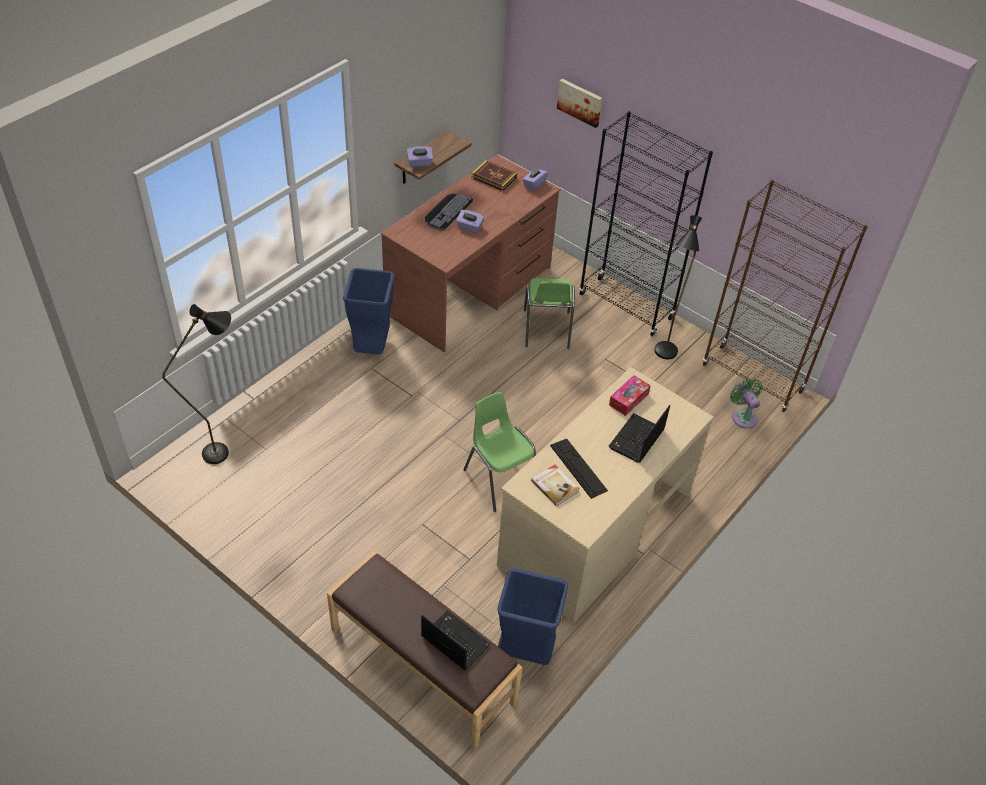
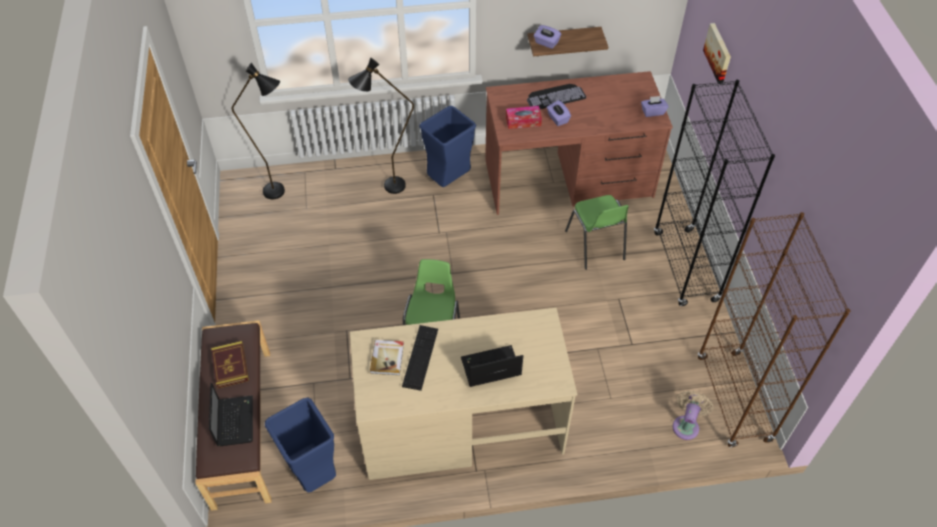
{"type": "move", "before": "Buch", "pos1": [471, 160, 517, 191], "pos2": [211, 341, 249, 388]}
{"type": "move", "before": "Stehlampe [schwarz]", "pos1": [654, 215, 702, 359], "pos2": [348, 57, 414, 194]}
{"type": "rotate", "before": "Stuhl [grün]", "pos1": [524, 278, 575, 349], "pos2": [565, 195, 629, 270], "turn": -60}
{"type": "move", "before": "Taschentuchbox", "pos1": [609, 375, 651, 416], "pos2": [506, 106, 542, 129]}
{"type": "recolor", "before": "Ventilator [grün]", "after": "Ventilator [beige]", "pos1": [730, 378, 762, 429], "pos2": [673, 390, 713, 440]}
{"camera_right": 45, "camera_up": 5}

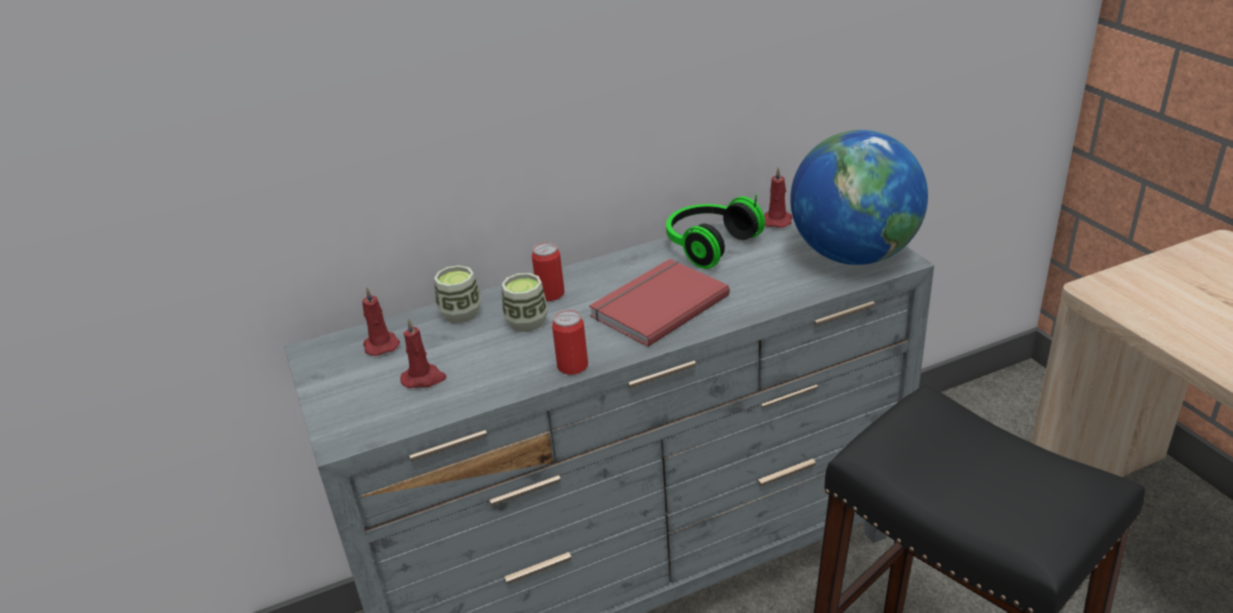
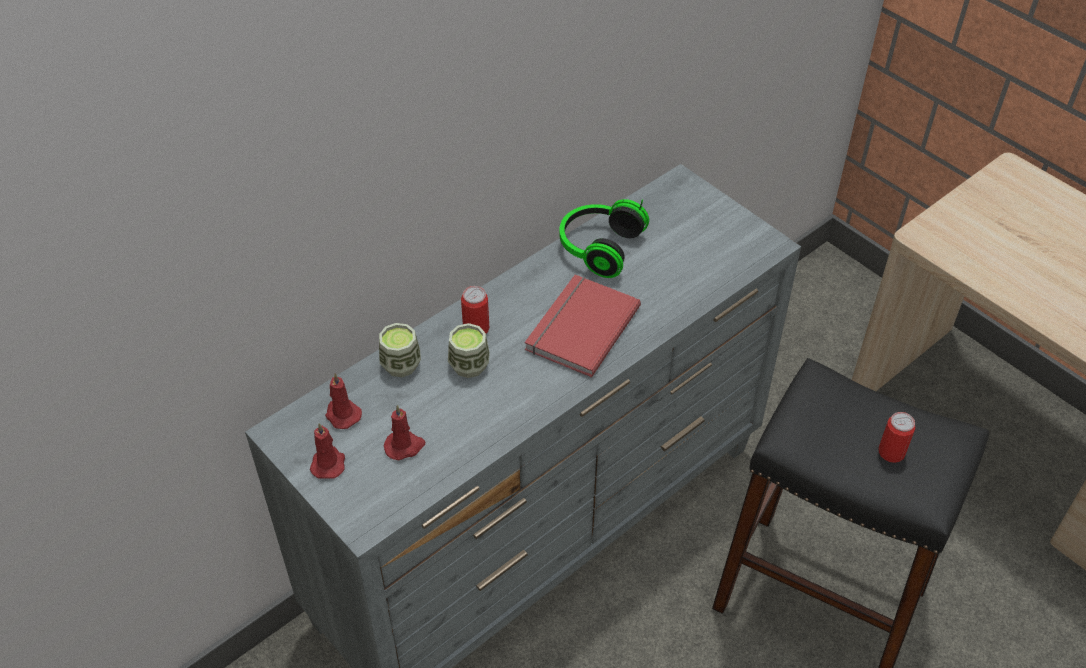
{"type": "delete", "before": "Globus", "pos1": [790, 130, 928, 265]}
{"type": "move", "before": "Kerze [rot]", "pos1": [764, 167, 792, 228], "pos2": [310, 423, 345, 479]}
{"type": "move", "before": "Dose", "pos1": [552, 310, 588, 375], "pos2": [878, 412, 915, 463]}
{"camera_right": -20, "camera_up": 15}

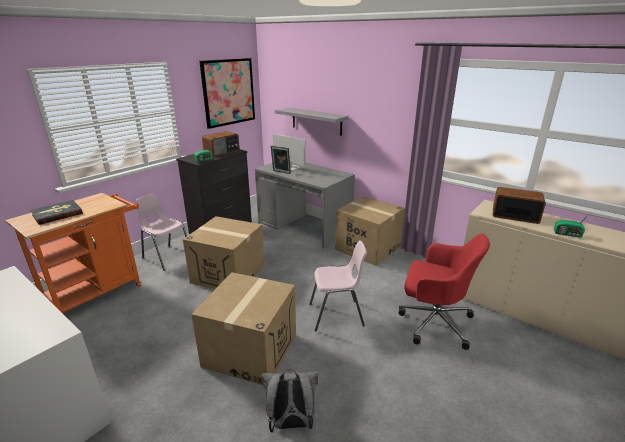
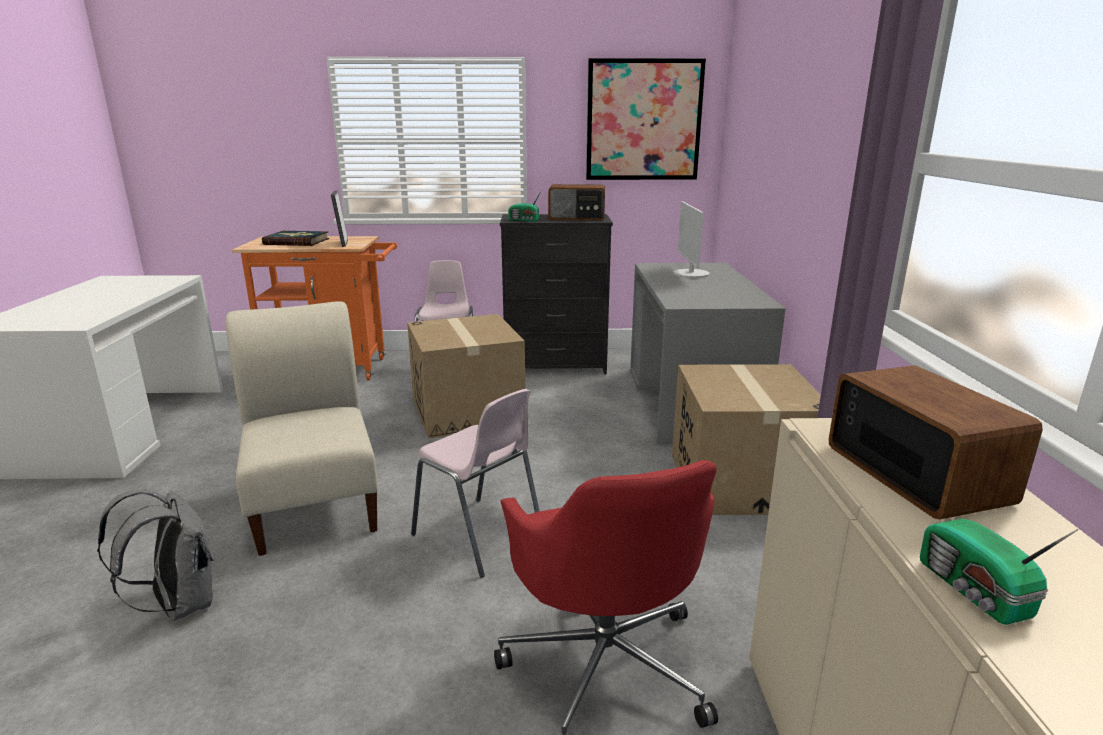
{"type": "delete", "before": "Wandregal [grau]", "pos1": [275, 107, 349, 136]}
{"type": "move", "before": "Bilderrahmen", "pos1": [271, 146, 291, 174], "pos2": [331, 190, 348, 247]}
{"type": "replace", "before": "Karton", "after": "Stuhl [beige]", "pos1": [191, 272, 296, 385], "pos2": [225, 301, 378, 556]}
{"camera_right": 50, "camera_up": -5}

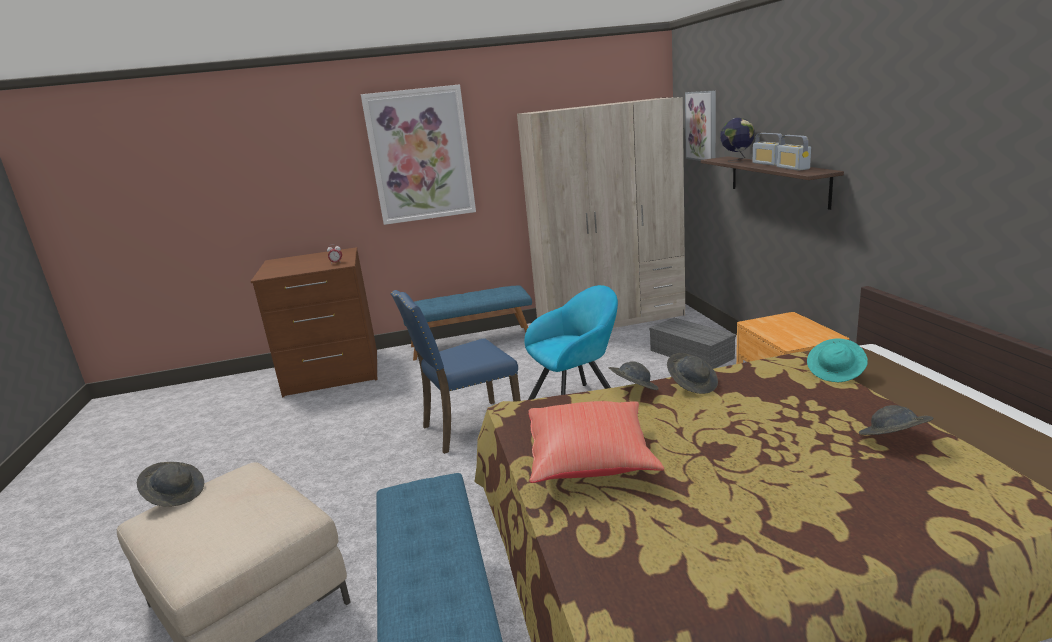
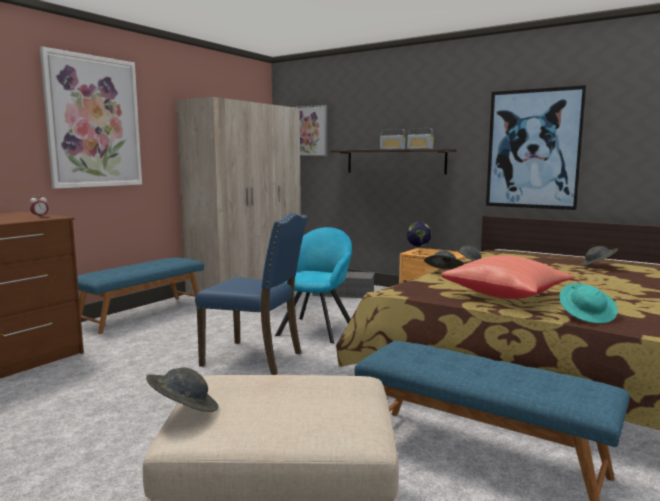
{"type": "move", "before": "Globus", "pos1": [720, 118, 754, 163], "pos2": [406, 222, 432, 255]}
{"type": "rotate", "before": "Stuhl [blau]", "pos1": [391, 290, 521, 454], "pos2": [195, 213, 308, 375], "turn": -90}
{"type": "move", "before": "Hut [türkis]", "pos1": [807, 338, 868, 382], "pos2": [559, 283, 618, 323]}
{"type": "insert", "after": "Bild", "pos2": [486, 85, 586, 210]}
{"camera_right": -45, "camera_up": -10}

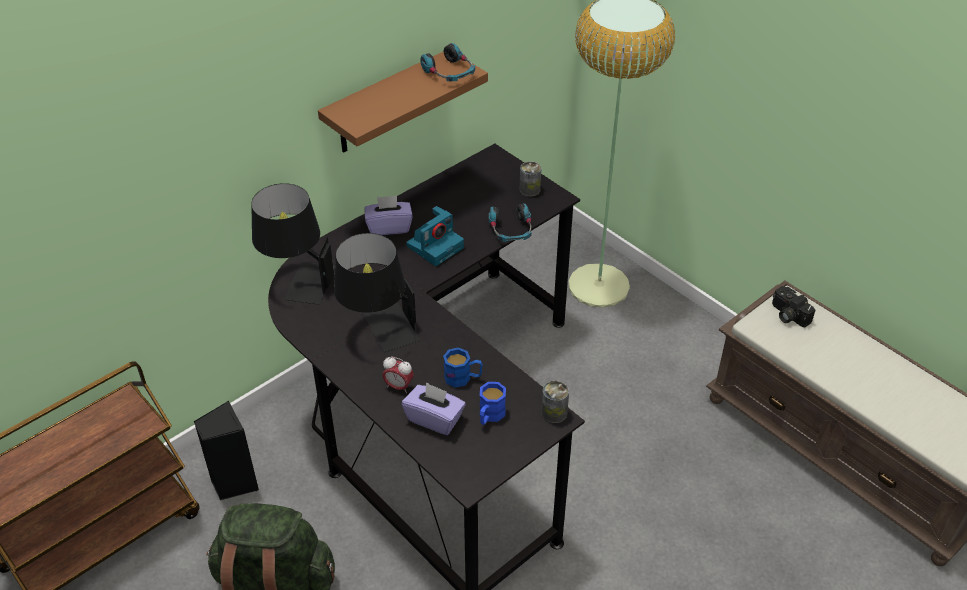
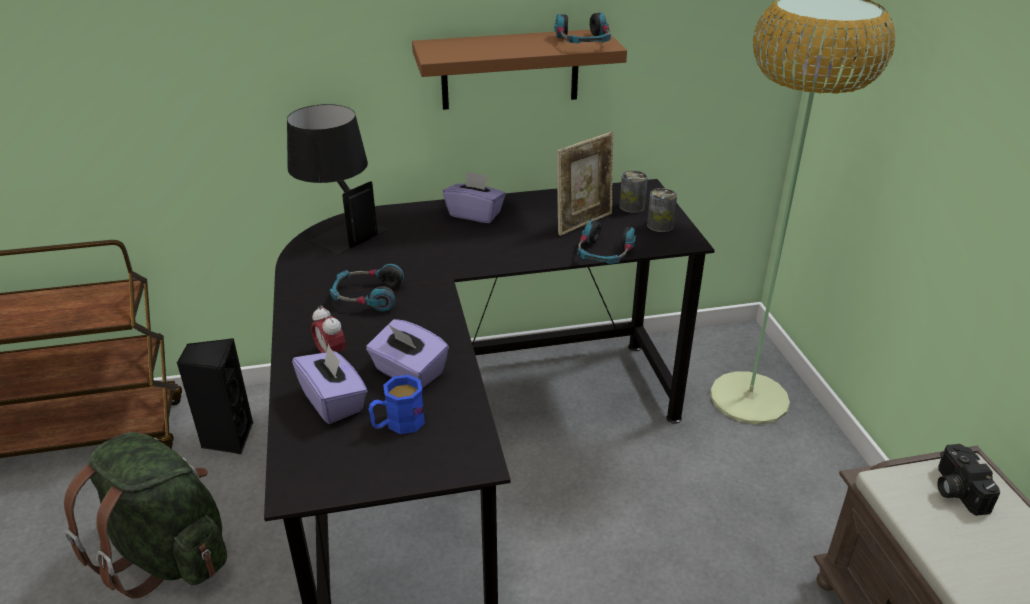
{"type": "delete", "before": "Kamera", "pos1": [406, 206, 464, 266]}
{"type": "replace", "before": "Tischlampe [schwarz]", "after": "Kopfhörer", "pos1": [334, 233, 420, 352], "pos2": [330, 264, 404, 312]}
{"type": "replace", "before": "Henkelbecher [blau]", "after": "Taschentuchbox [lila]", "pos1": [443, 347, 483, 388], "pos2": [366, 319, 449, 388]}
{"type": "move", "before": "Dose", "pos1": [541, 381, 569, 423], "pos2": [619, 171, 648, 213]}
{"type": "insert", "after": "Bilderrahmen", "pos2": [557, 132, 614, 236]}
{"camera_right": 30, "camera_up": -10}

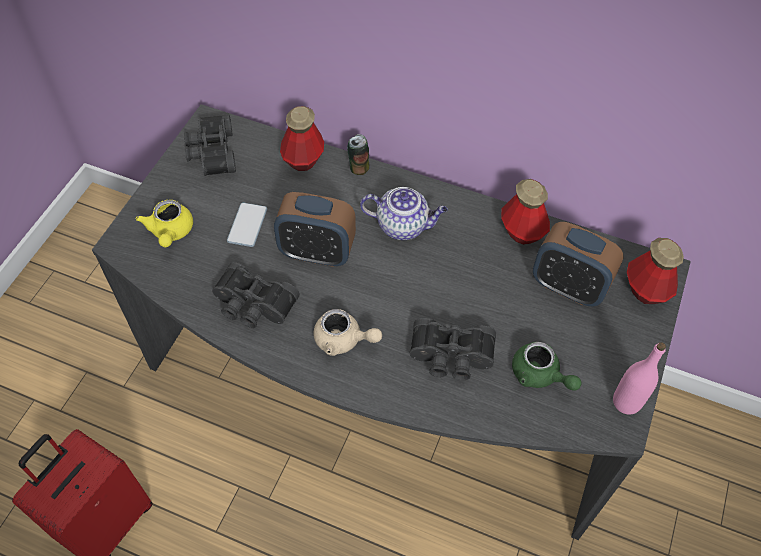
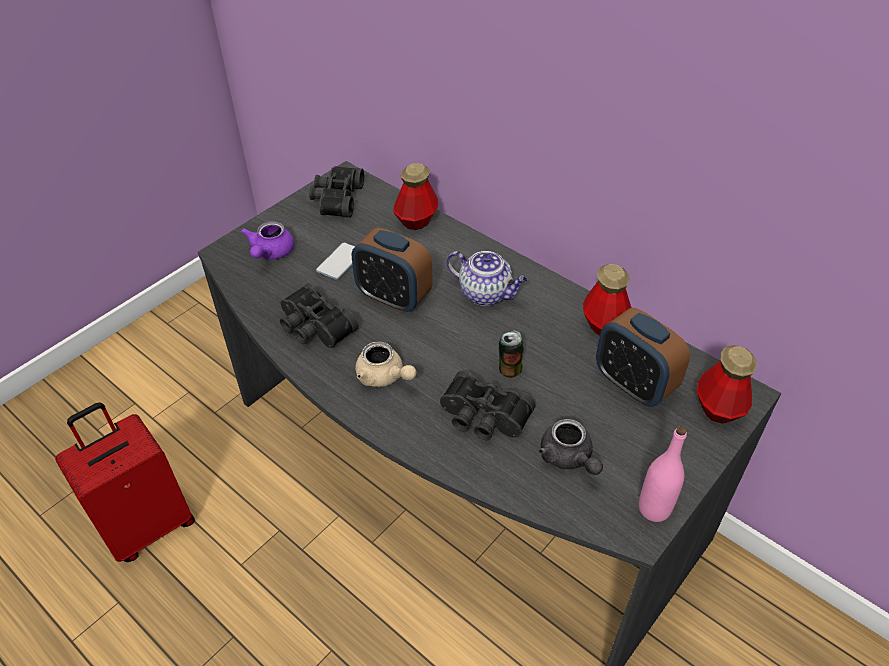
{"type": "move", "before": "Dose", "pos1": [347, 134, 369, 175], "pos2": [499, 330, 523, 378]}
{"type": "recolor", "before": "Teekanne [gelb]", "after": "Teekanne [lila]", "pos1": [136, 200, 193, 247], "pos2": [241, 221, 294, 259]}
{"type": "recolor", "before": "Teekanne [grün]", "after": "Teekanne [grau]", "pos1": [512, 342, 582, 390], "pos2": [539, 419, 603, 475]}
{"camera_right": 20, "camera_up": -10}

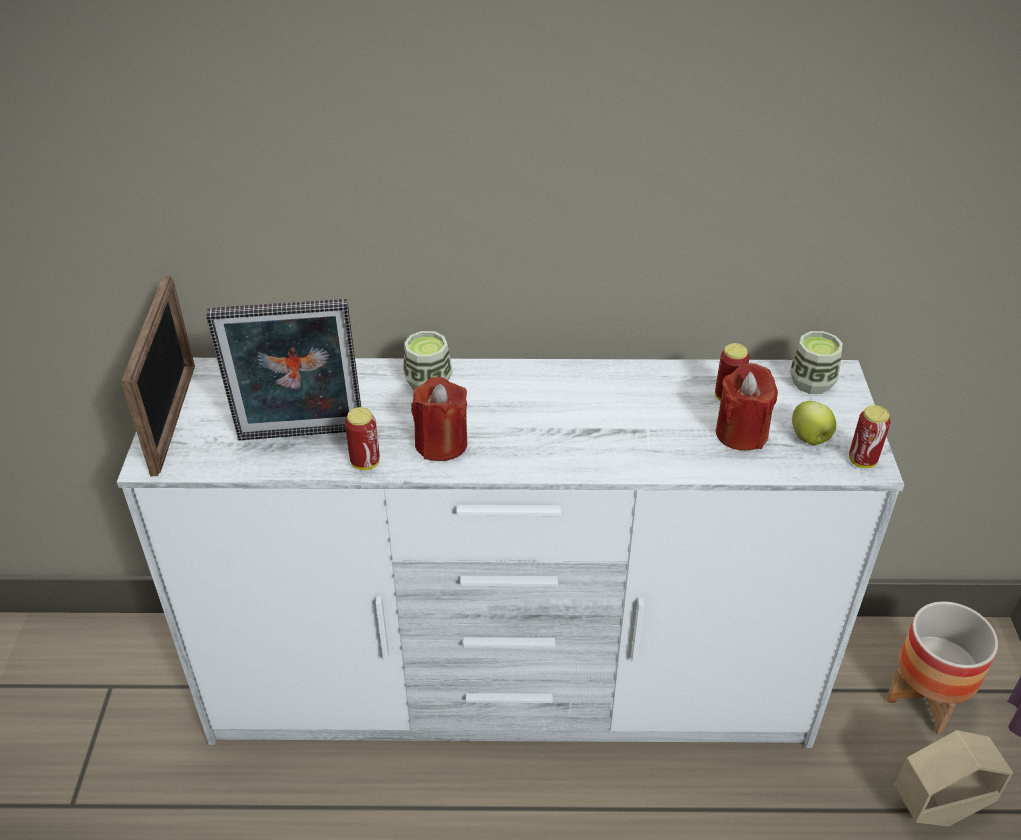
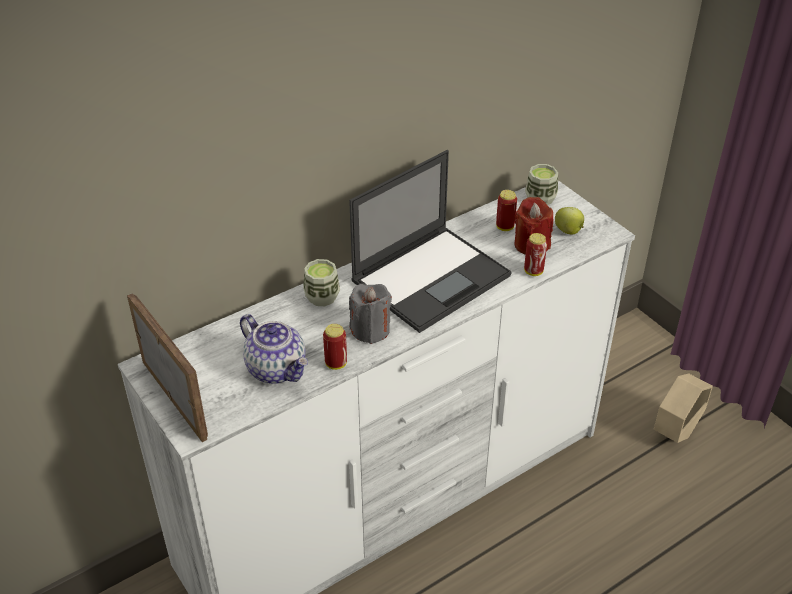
{"type": "replace", "before": "Bilderrahmen", "after": "Teekanne", "pos1": [206, 299, 361, 441], "pos2": [240, 314, 308, 384]}
{"type": "recolor", "before": "Kerze [rot]", "after": "Kerze [grau]", "pos1": [411, 377, 467, 461], "pos2": [349, 284, 392, 344]}
{"type": "move", "before": "Dose", "pos1": [849, 405, 890, 468], "pos2": [524, 233, 547, 276]}
{"type": "delete", "before": "Pflanzkübel", "pos1": [886, 601, 998, 734]}
{"type": "insert", "after": "Laptop", "pos2": [349, 150, 512, 333]}
{"camera_right": -35, "camera_up": 0}

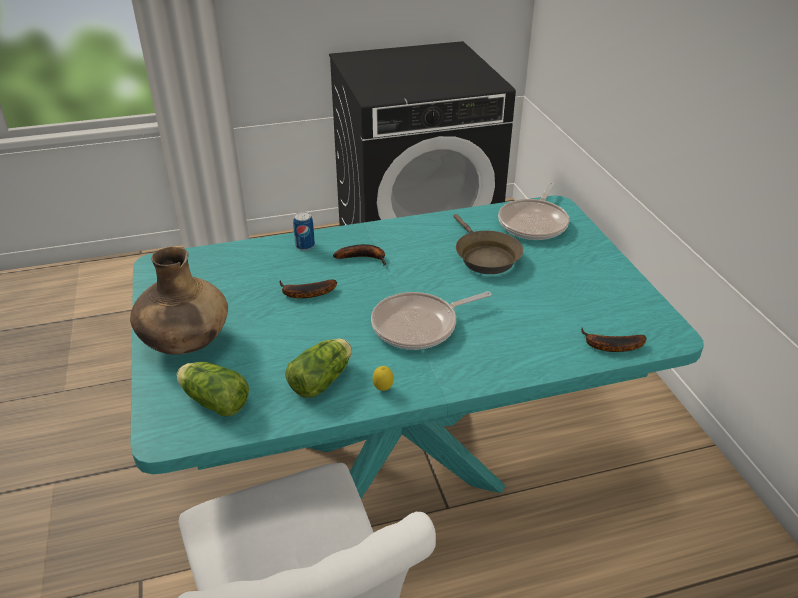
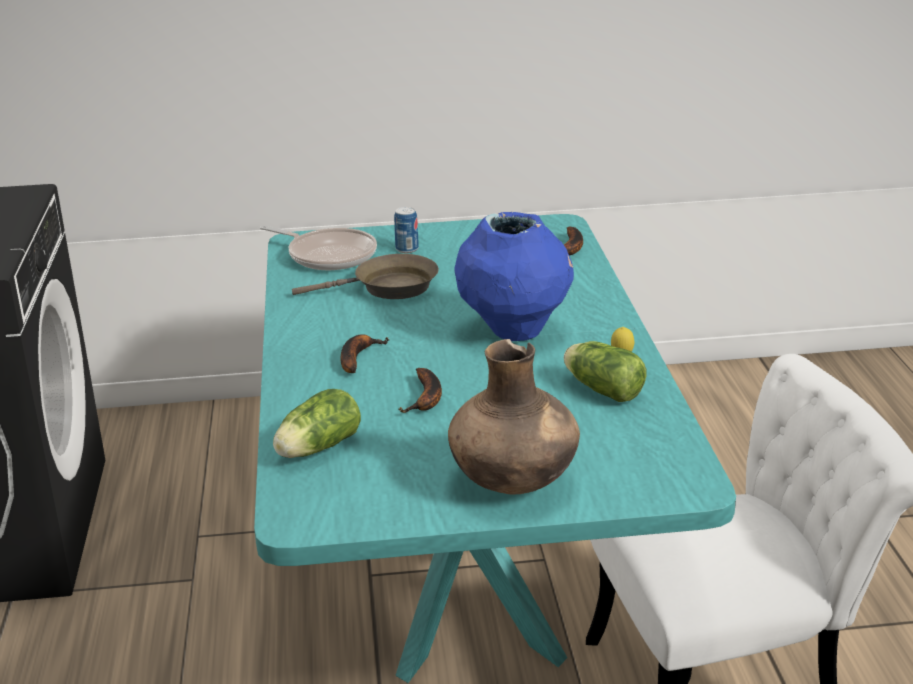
{"type": "move", "before": "Dose", "pos1": [293, 212, 315, 250], "pos2": [394, 207, 419, 253]}
{"type": "replace", "before": "Pfanne", "after": "Vase [blau]", "pos1": [371, 291, 492, 350], "pos2": [454, 212, 574, 341]}
{"type": "move", "before": "Salatkopf", "pos1": [177, 362, 249, 416], "pos2": [273, 389, 361, 458]}
{"camera_right": -80, "camera_up": -10}

